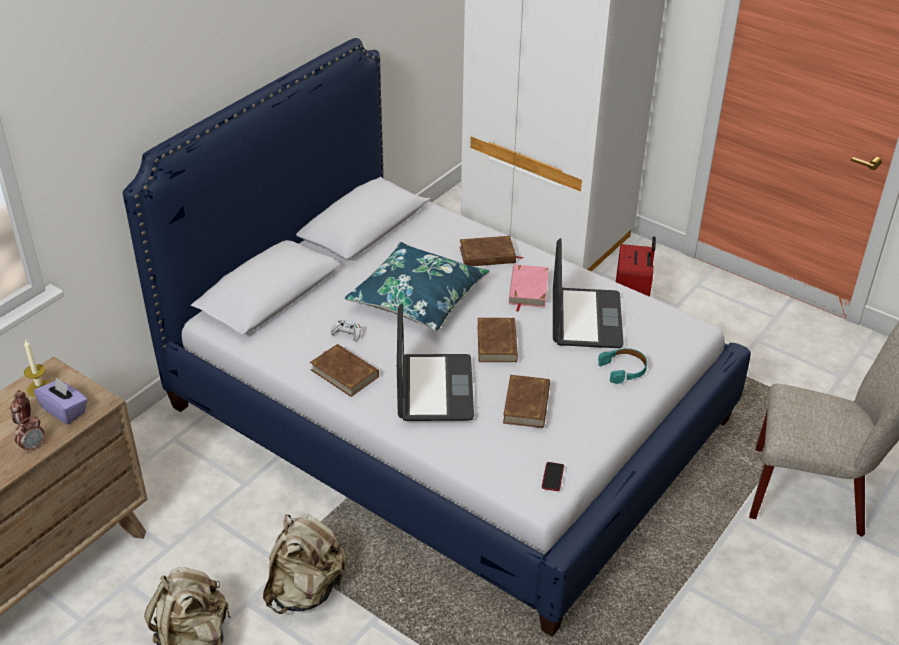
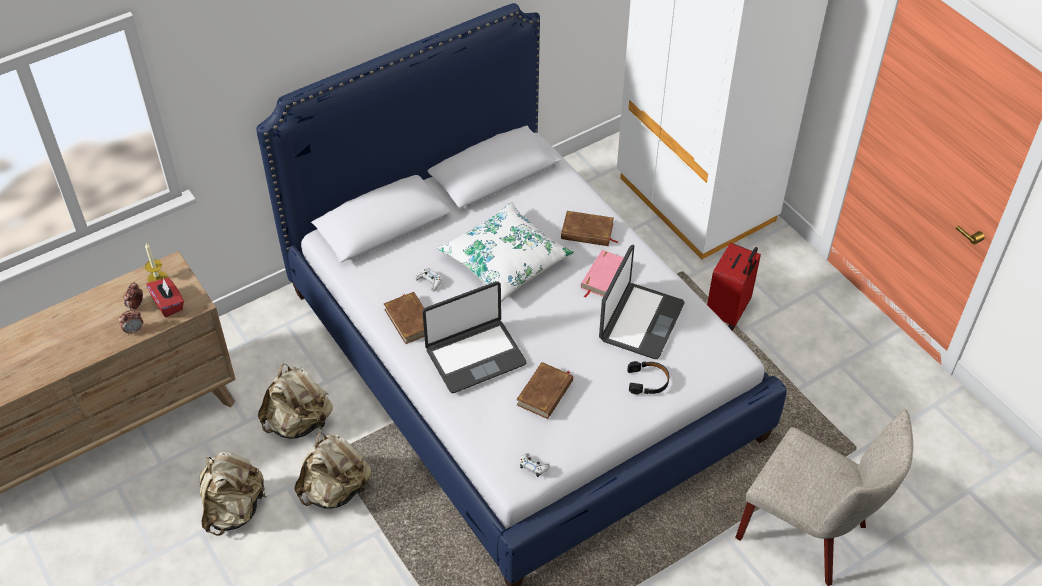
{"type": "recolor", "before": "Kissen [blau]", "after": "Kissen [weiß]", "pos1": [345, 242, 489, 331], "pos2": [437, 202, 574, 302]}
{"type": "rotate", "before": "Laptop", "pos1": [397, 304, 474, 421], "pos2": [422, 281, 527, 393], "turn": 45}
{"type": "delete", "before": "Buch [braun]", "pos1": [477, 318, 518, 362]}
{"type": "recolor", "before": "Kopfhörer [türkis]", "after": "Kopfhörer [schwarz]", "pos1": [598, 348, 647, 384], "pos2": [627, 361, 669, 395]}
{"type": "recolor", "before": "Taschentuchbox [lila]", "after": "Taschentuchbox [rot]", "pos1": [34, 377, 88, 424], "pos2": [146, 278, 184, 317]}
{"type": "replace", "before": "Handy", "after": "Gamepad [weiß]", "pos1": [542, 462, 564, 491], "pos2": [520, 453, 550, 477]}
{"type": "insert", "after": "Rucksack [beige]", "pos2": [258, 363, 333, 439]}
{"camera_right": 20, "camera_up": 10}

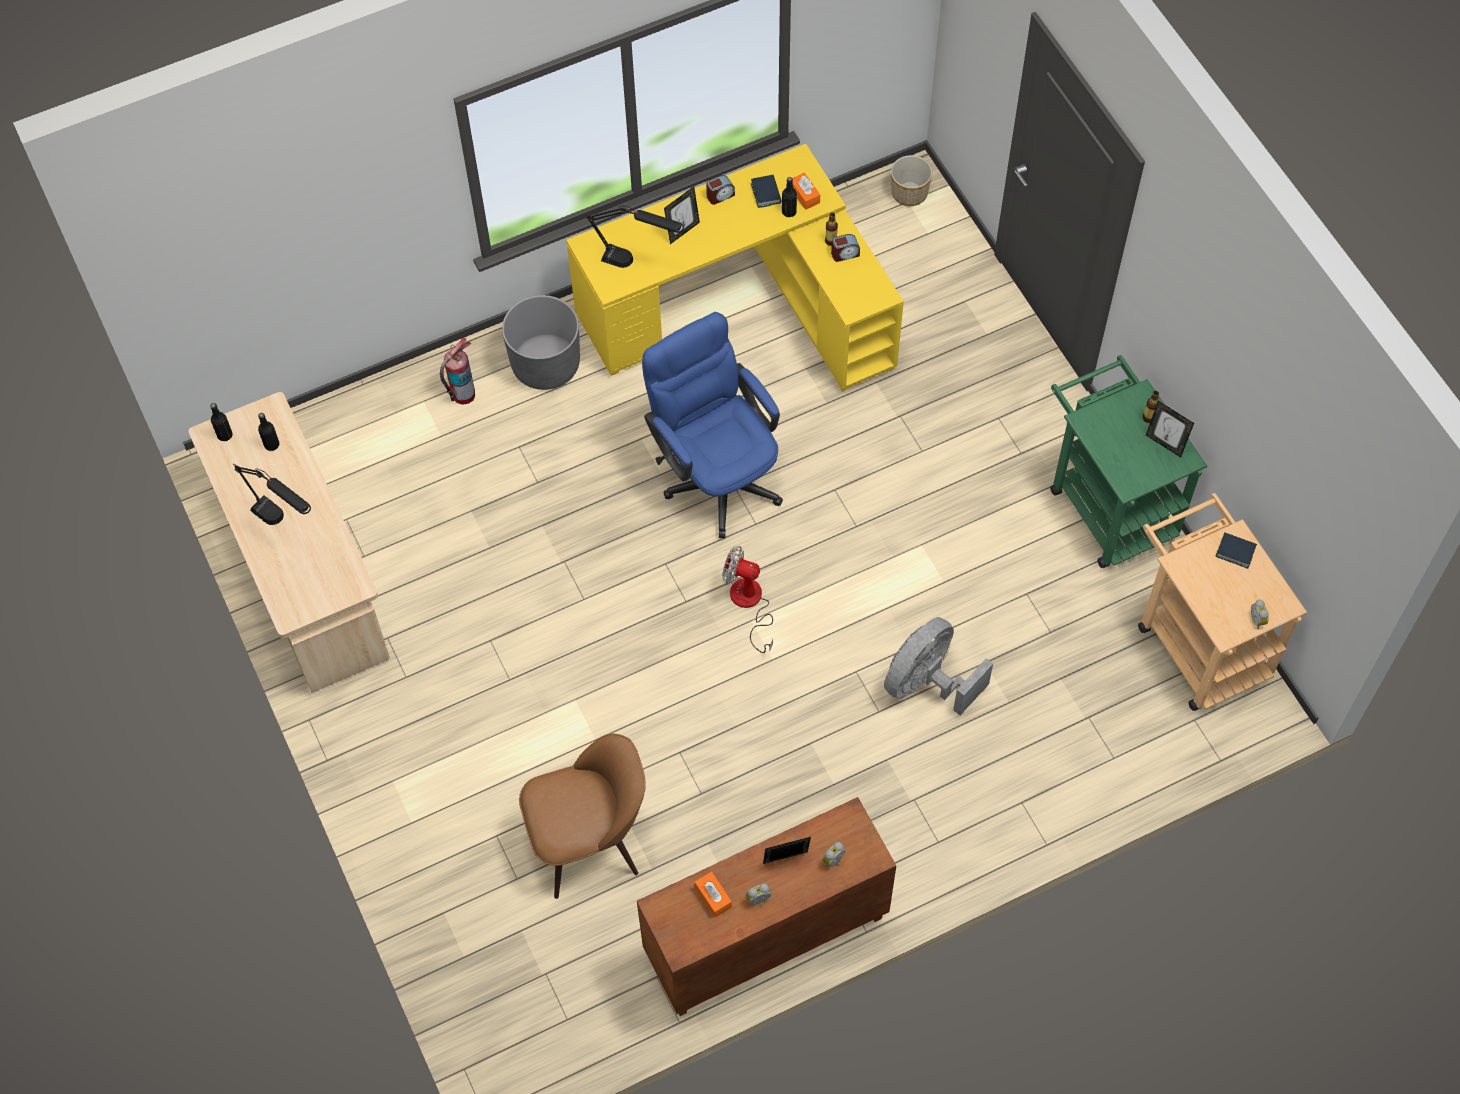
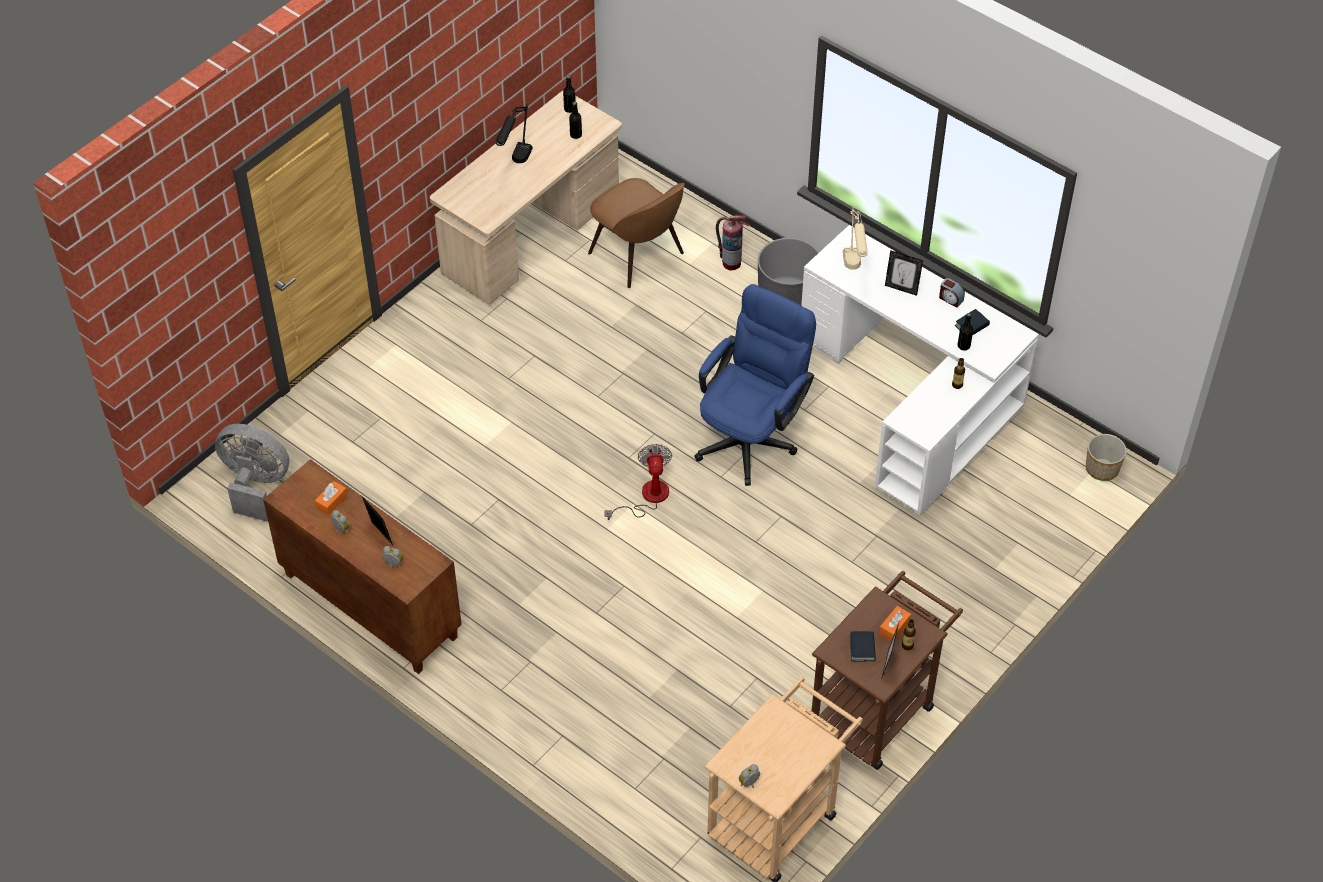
{"type": "recolor", "before": "Schreibtisch [gelb]", "after": "Schreibtisch [weiß]", "pos1": [566, 144, 904, 391], "pos2": [801, 225, 1039, 516]}
{"type": "move", "before": "Taschentuchbox [orange]", "pos1": [793, 173, 820, 210], "pos2": [879, 606, 911, 641]}
{"type": "recolor", "before": "Tischlampe [schwarz]", "after": "Tischlampe [beige]", "pos1": [585, 206, 684, 268], "pos2": [843, 208, 868, 270]}
{"type": "delete", "before": "Wecker", "pos1": [831, 234, 860, 262]}
{"type": "recolor", "before": "Rollwagen [grün]", "after": "Rollwagen [braun]", "pos1": [1050, 355, 1207, 568], "pos2": [812, 570, 963, 770]}
{"type": "move", "before": "Buch", "pos1": [1216, 532, 1257, 569], "pos2": [850, 631, 876, 662]}
{"type": "move", "before": "Ventilator [grau]", "pos1": [884, 617, 993, 715], "pos2": [215, 424, 290, 522]}
{"type": "move", "before": "Stuhl [braun]", "pos1": [519, 734, 646, 899], "pos2": [588, 178, 685, 288]}
{"camera_right": 65, "camera_up": -10}

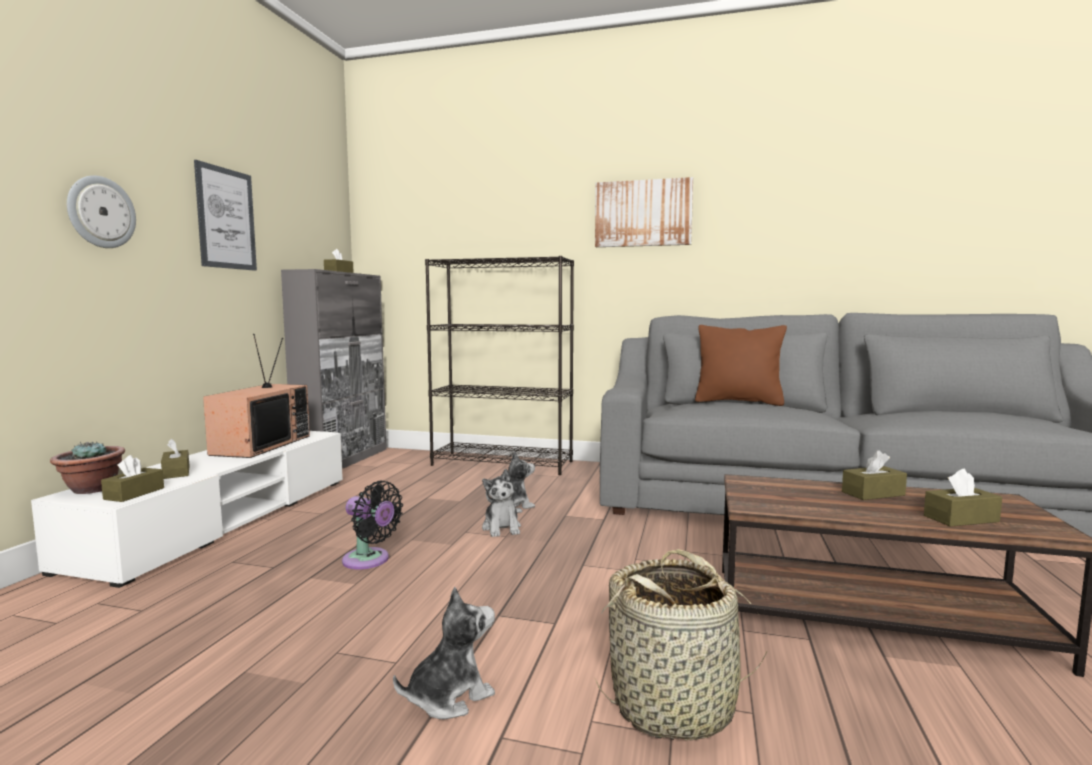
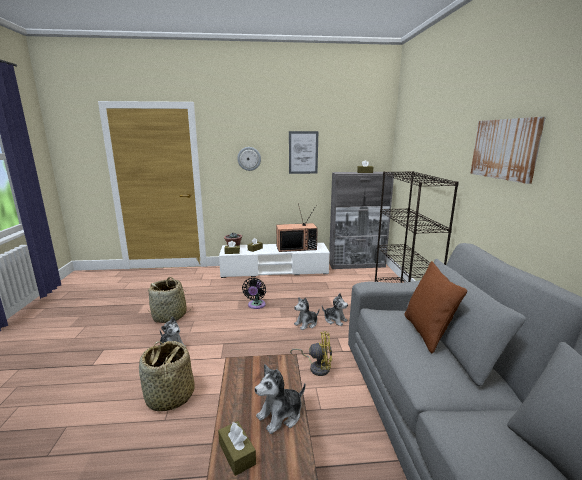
{"type": "replace", "before": "Taschentuchbox [braun]", "after": "Plüschtier", "pos1": [842, 450, 907, 500], "pos2": [255, 364, 306, 434]}
{"type": "insert", "after": "Korb", "pos2": [147, 277, 193, 323]}
{"type": "insert", "after": "Ventilator [gelb]", "pos2": [290, 331, 332, 376]}
{"camera_right": 70, "camera_up": 10}

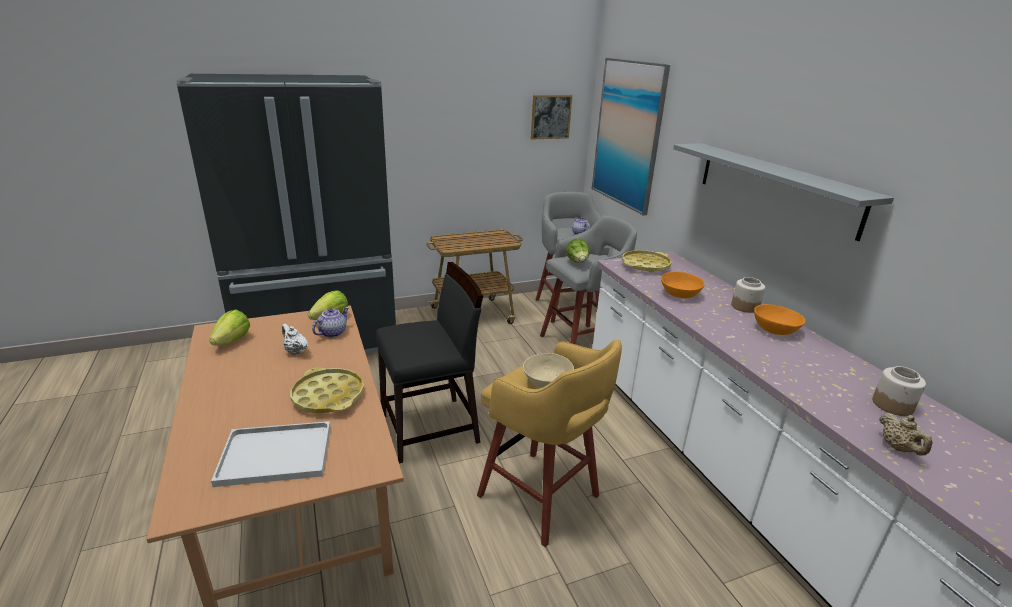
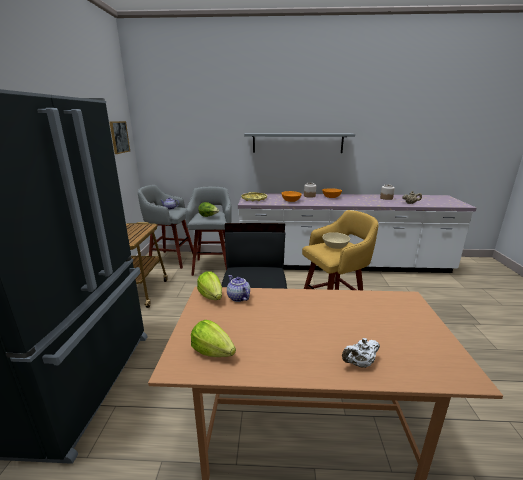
{"type": "delete", "before": "Bild", "pos1": [592, 58, 670, 216]}
{"type": "move", "before": "Teekanne [weiß]", "pos1": [282, 324, 308, 355], "pos2": [342, 338, 380, 368]}
{"type": "delete", "before": "Tablett [gelb]", "pos1": [290, 367, 364, 413]}
{"type": "delete", "before": "Tablett [weiß]", "pos1": [211, 421, 330, 487]}
{"camera_right": -65, "camera_up": -5}

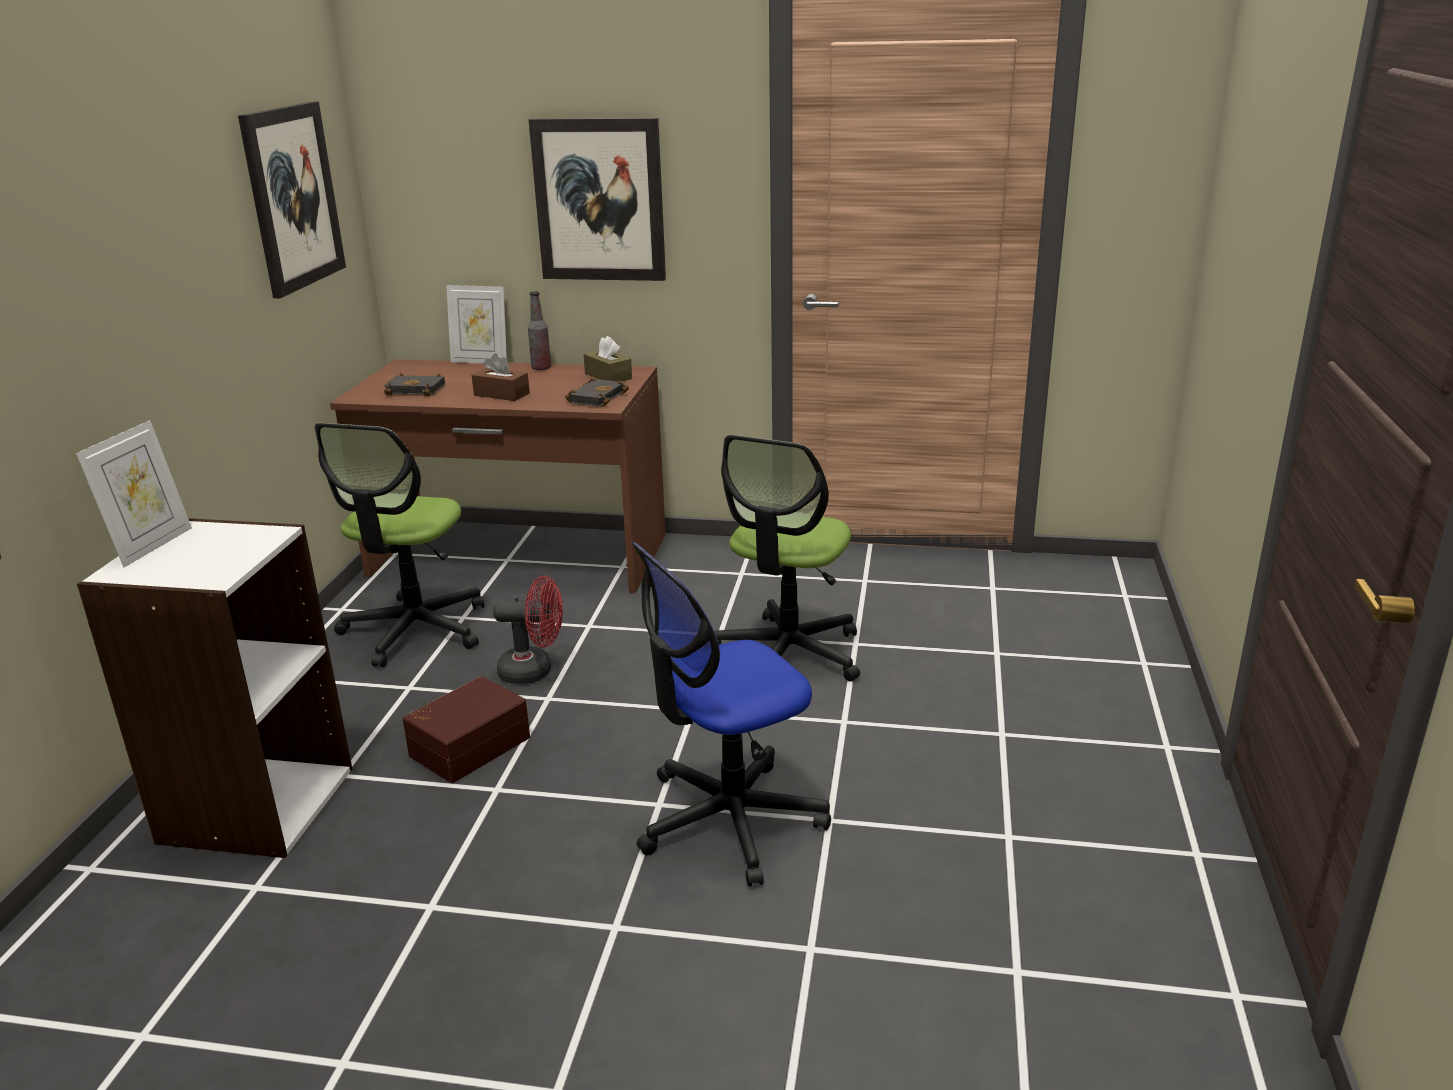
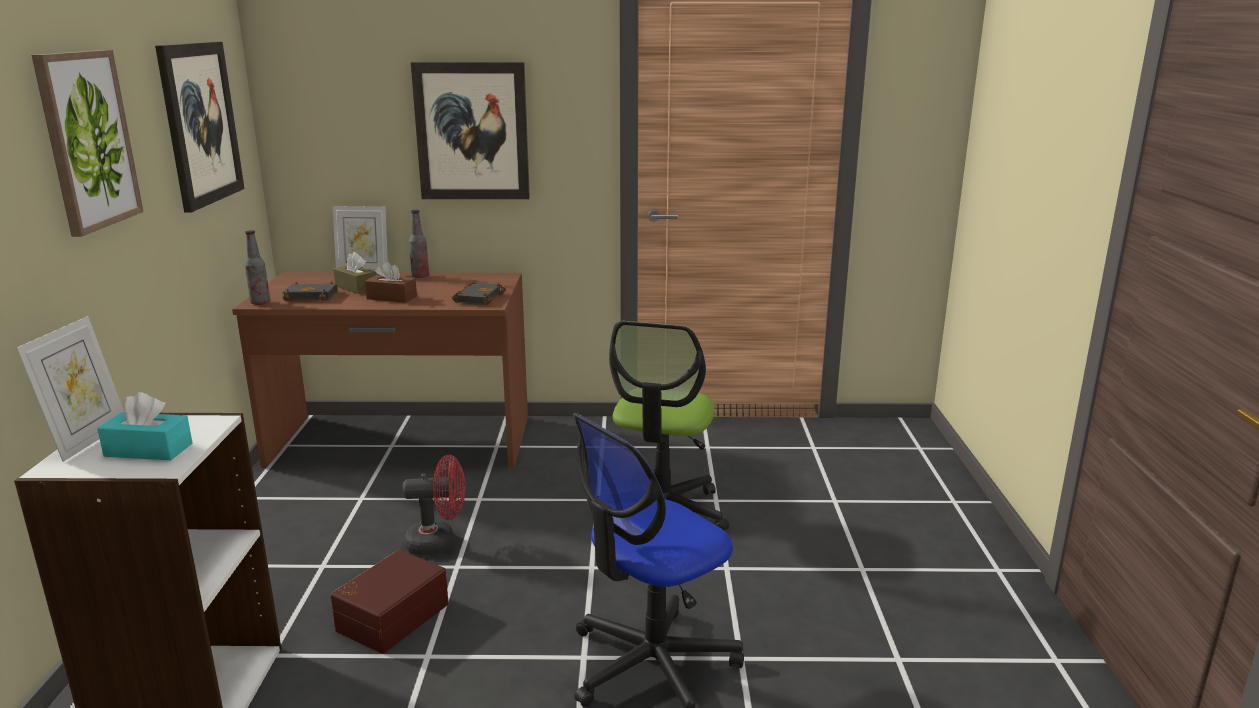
{"type": "move", "before": "Taschentuchbox [braun]", "pos1": [583, 336, 632, 382], "pos2": [333, 252, 377, 294]}
{"type": "delete", "before": "Bürostuhl", "pos1": [315, 423, 484, 667]}
{"type": "insert", "after": "Bild", "pos2": [32, 50, 144, 237]}
{"type": "insert", "after": "Flasche", "pos2": [245, 230, 270, 305]}
{"type": "insert", "after": "Taschentuchbox [türkis]", "pos2": [97, 392, 192, 460]}
{"camera_right": -10, "camera_up": -5}

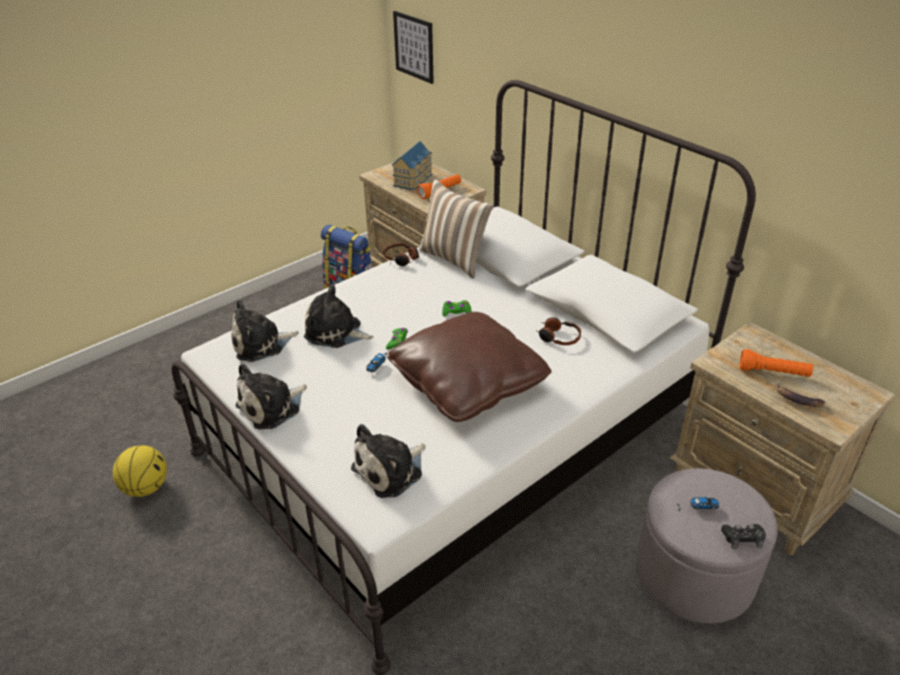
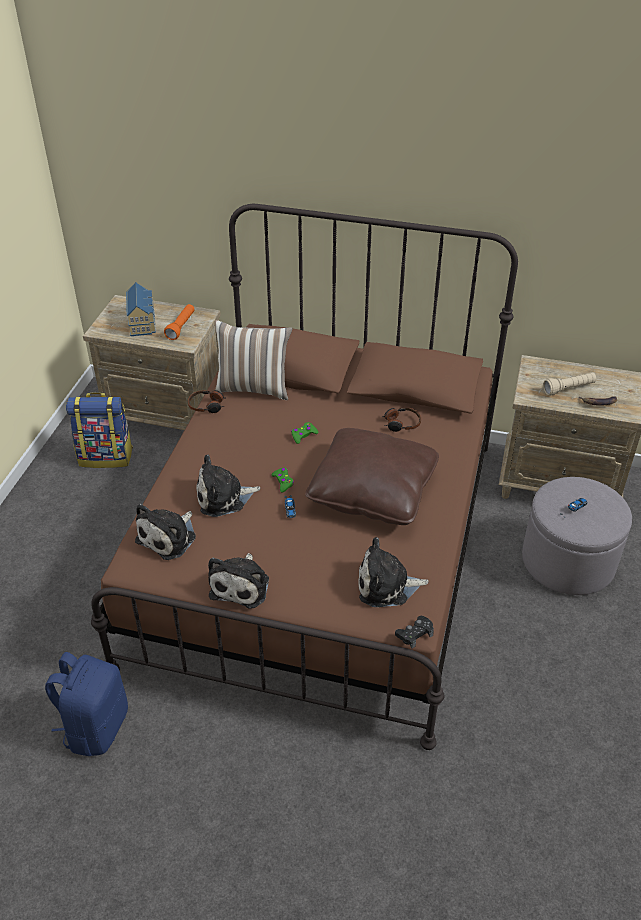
{"type": "delete", "before": "Bild", "pos1": [393, 11, 434, 84]}
{"type": "recolor", "before": "Bett [weiß]", "after": "Bett [braun]", "pos1": [171, 80, 756, 675], "pos2": [91, 204, 518, 750]}
{"type": "recolor", "before": "Taschenlampe [orange]", "after": "Taschenlampe [beige]", "pos1": [739, 349, 813, 377], "pos2": [543, 372, 596, 396]}
{"type": "rotate", "before": "Plüschtier", "pos1": [351, 424, 425, 498], "pos2": [359, 537, 429, 607], "turn": 75}
{"type": "replace", "before": "Basketball", "after": "Rucksack [blau]", "pos1": [113, 445, 167, 497], "pos2": [45, 652, 128, 756]}
{"type": "move", "before": "Gamepad [schwarz]", "pos1": [721, 524, 766, 549], "pos2": [395, 616, 434, 649]}
{"camera_right": -35, "camera_up": 5}

